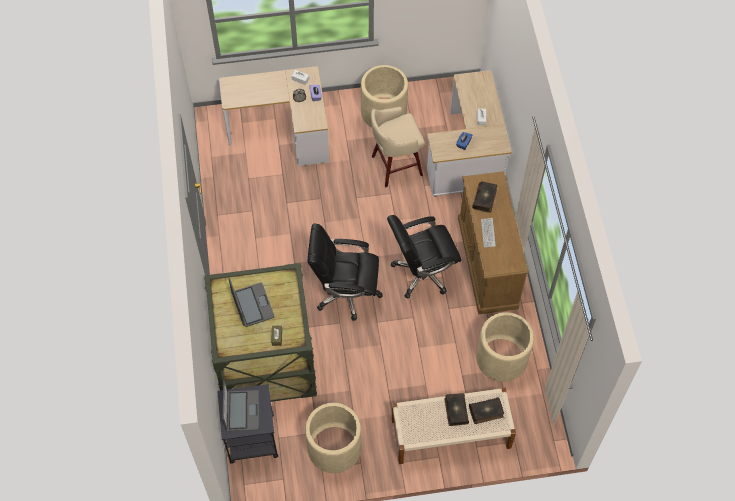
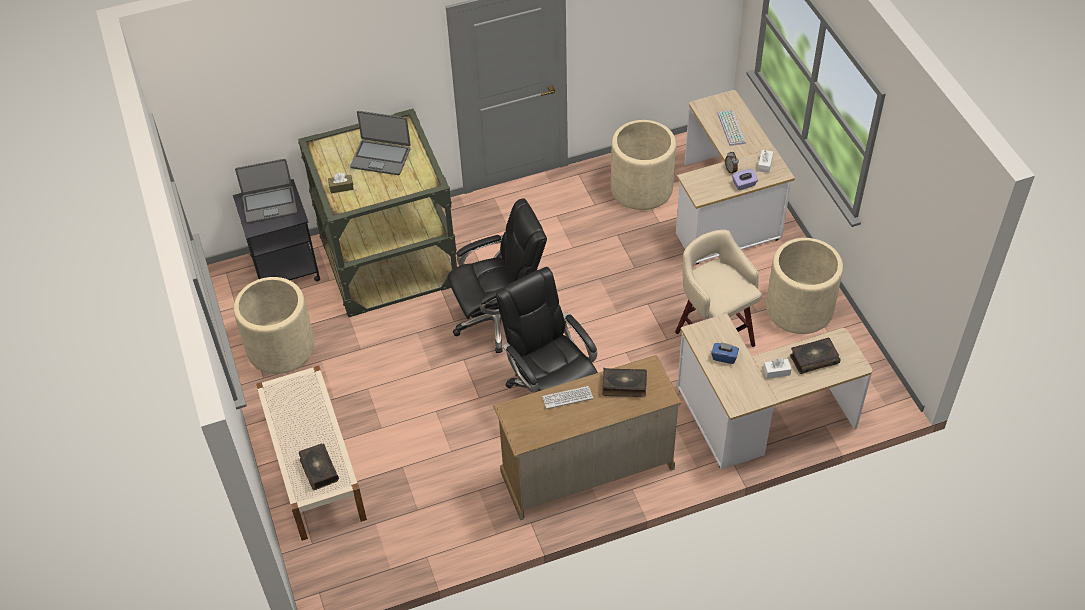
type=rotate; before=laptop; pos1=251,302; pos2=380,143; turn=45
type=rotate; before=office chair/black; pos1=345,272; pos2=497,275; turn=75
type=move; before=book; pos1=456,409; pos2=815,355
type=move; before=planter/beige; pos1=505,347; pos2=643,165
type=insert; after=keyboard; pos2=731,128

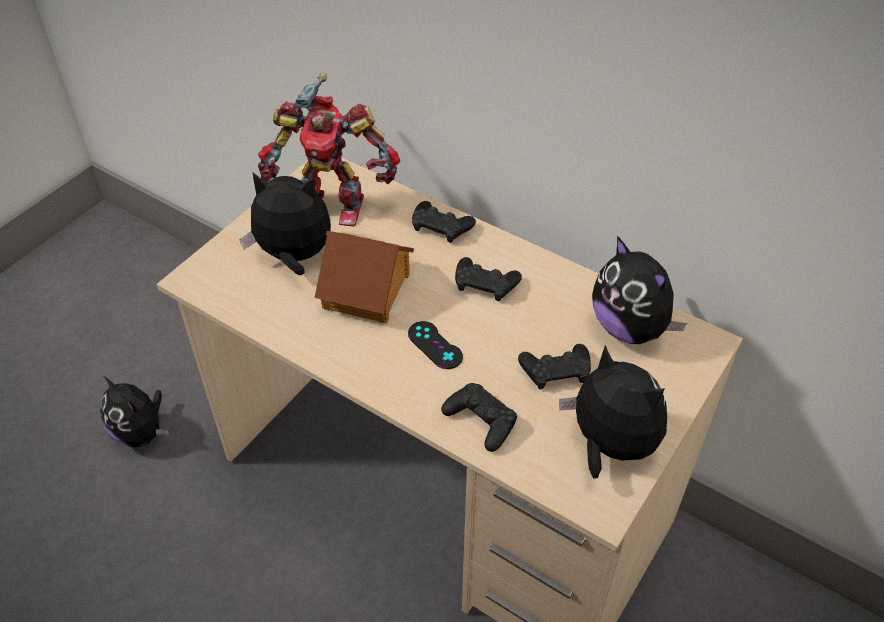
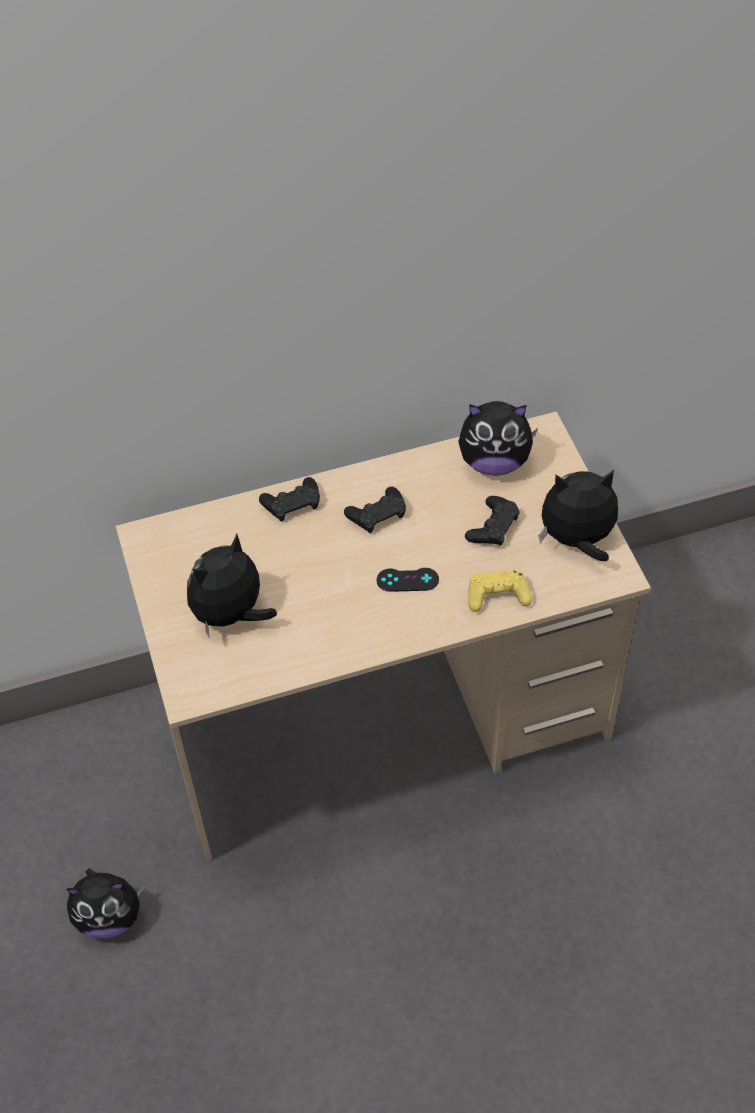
type=delete; before=toy robot; pos1=329,149
type=delete; before=toy house; pos1=364,277
type=recolor; before=game controller/black; after=game controller/yellow; pos1=479,417; pos2=500,591

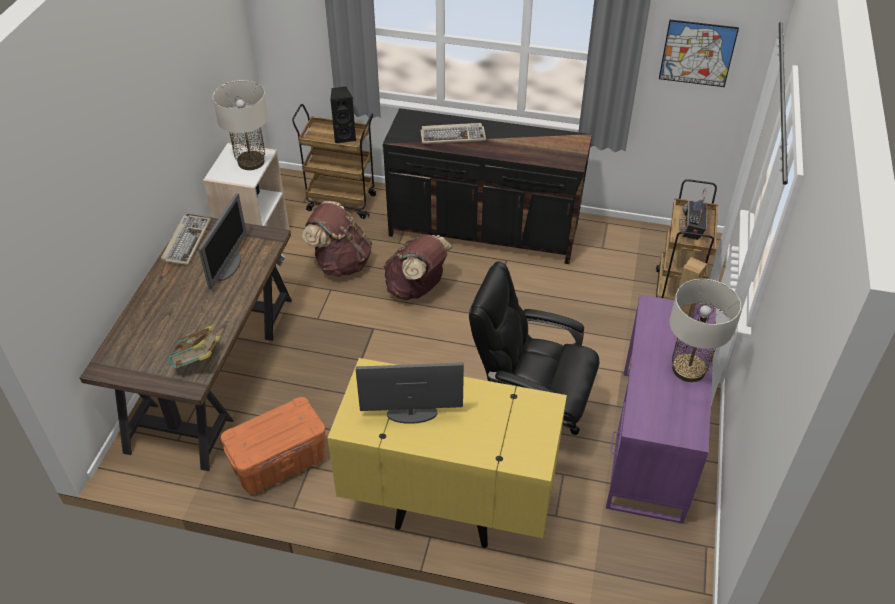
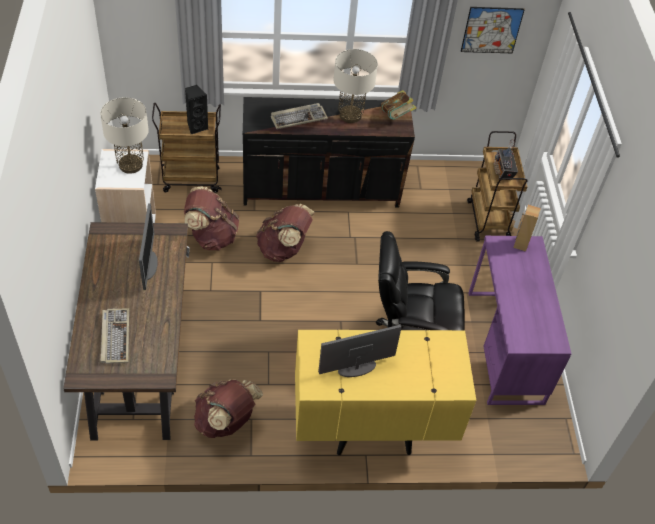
type=move; before=keyboard; pos1=186,240; pos2=114,336
type=move; before=book; pos1=195,346; pos2=399,105
type=replace; before=storage box/orange; after=backpack/brown; pos1=273,445; pos2=228,408
type=move; before=table lamp; pos1=705,330; pos2=355,86

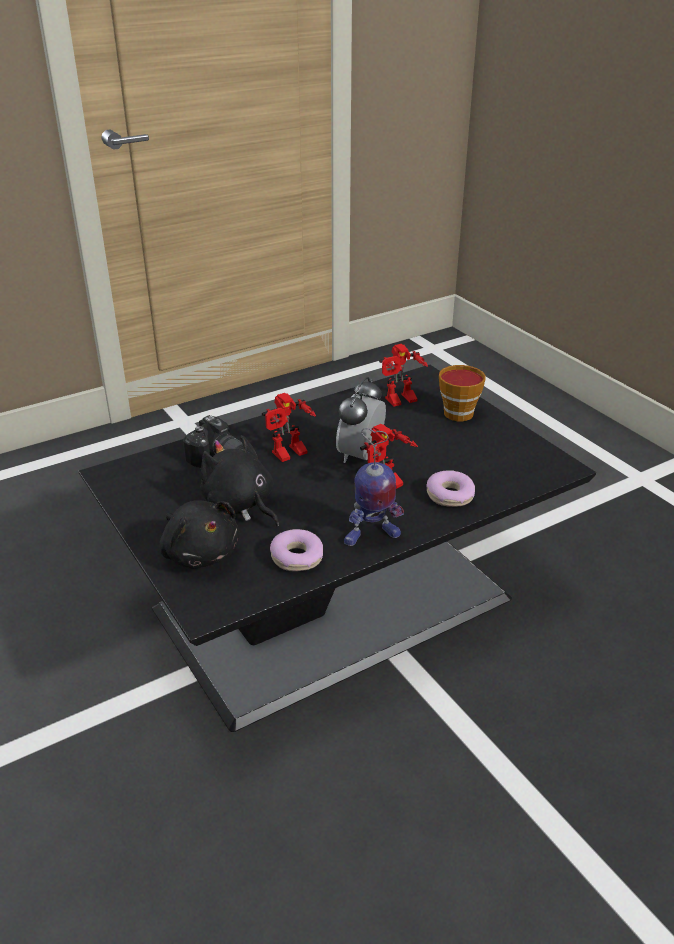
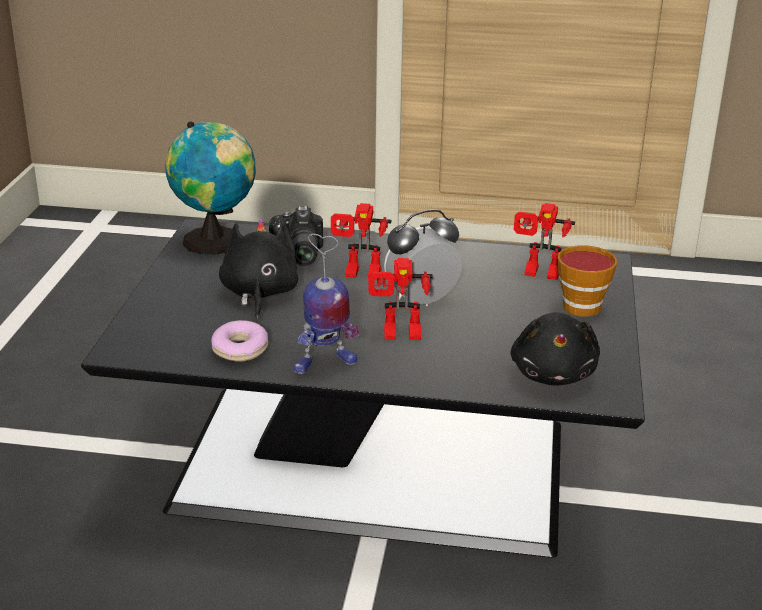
type=move; before=plush toy/black; pos1=199,534; pos2=555,349
type=rotate; before=toy robot; pos1=374,487; pos2=327,304; turn=-45
type=delete; before=donut; pos1=451,488
type=insert; after=globe; pos2=210,188

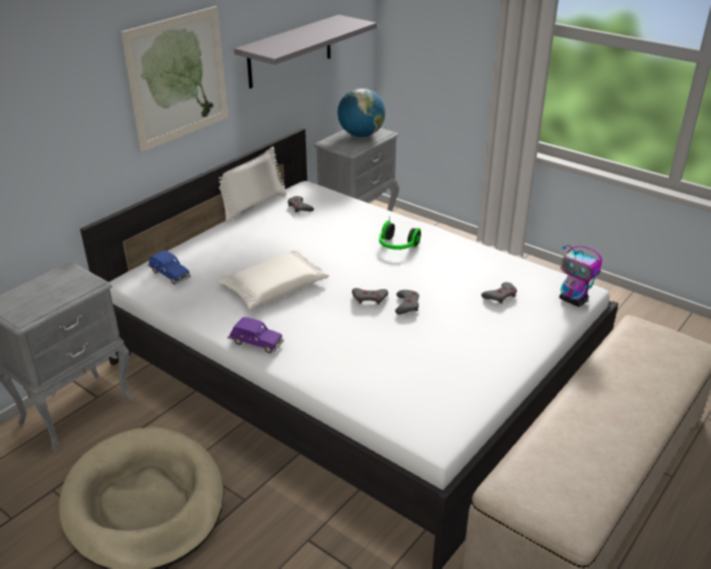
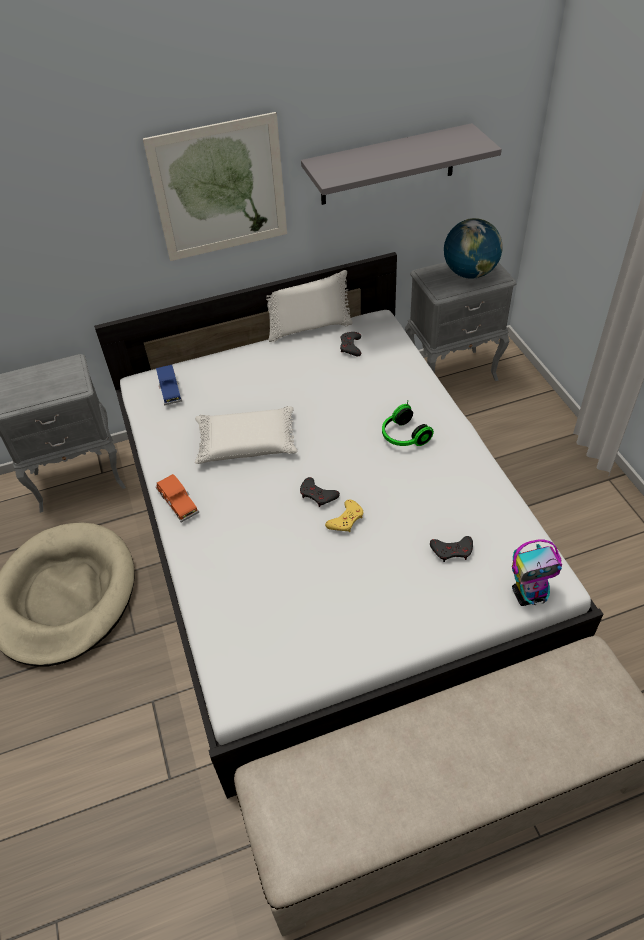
type=recolor; before=toy car/purple; after=toy car/orange; pos1=255,335; pos2=177,498
type=recolor; before=game controller/grey; after=game controller/yellow; pos1=407,302; pos2=344,515
type=rotate; before=toy robot; pos1=580,276; pos2=537,573; turn=-90

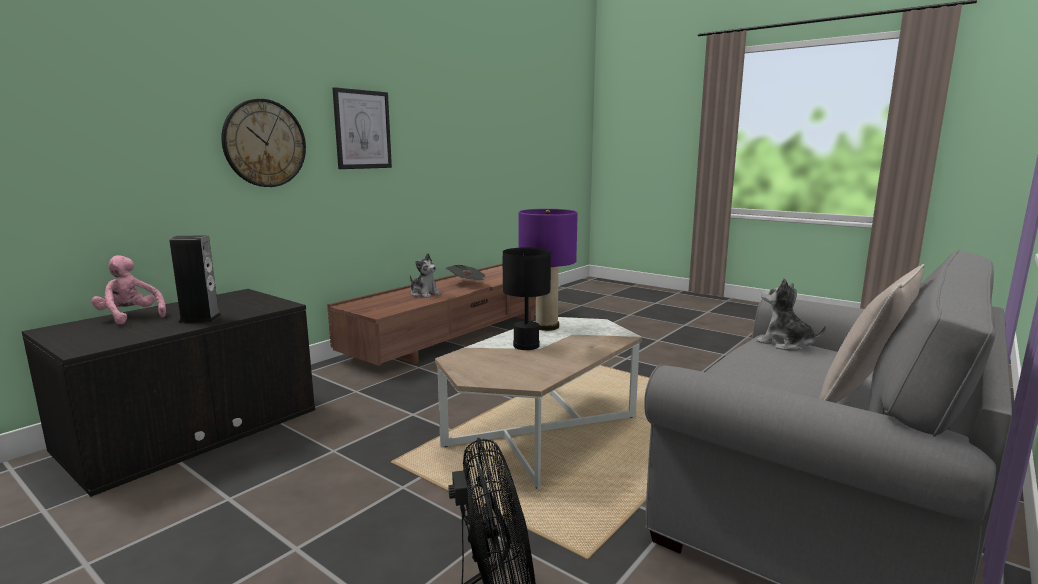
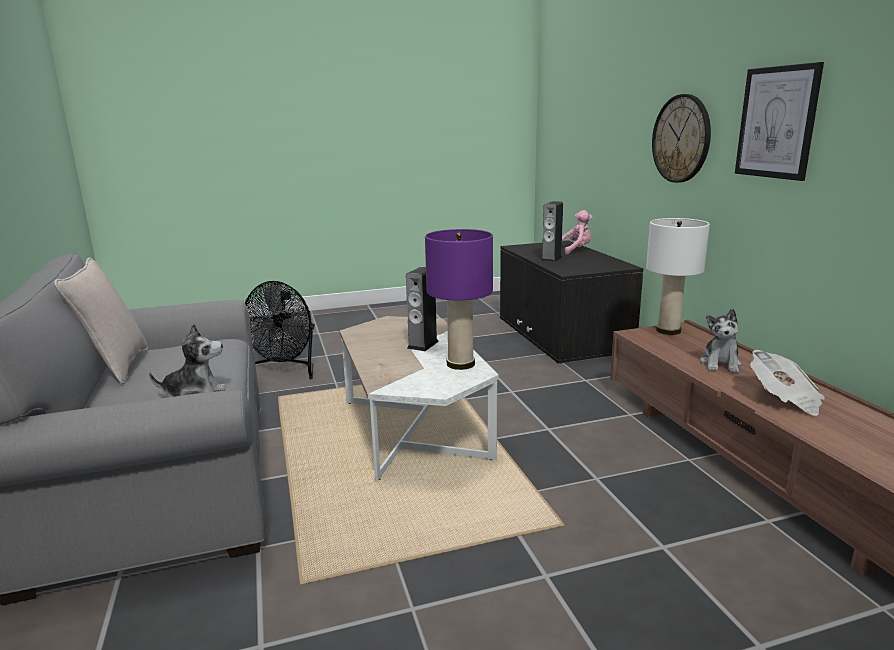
type=rotate; before=plush toy; pos1=425,275; pos2=720,341; turn=-60
type=replace; before=table lamp/black; after=speaker; pos1=527,298; pos2=422,309
type=insert; after=table lamp/white; pos2=678,276

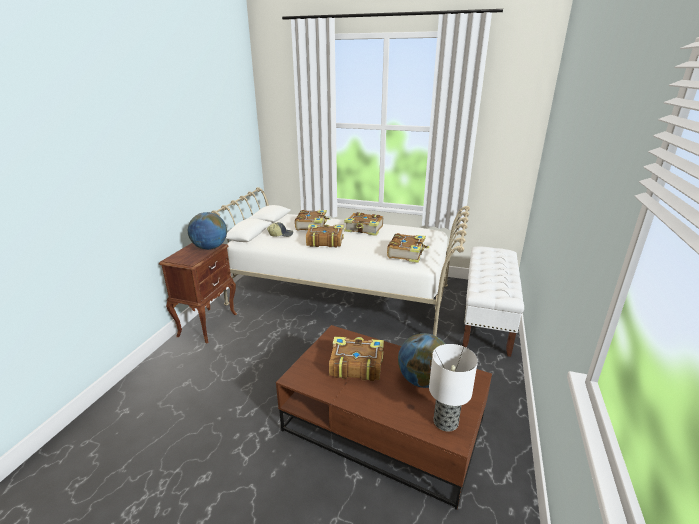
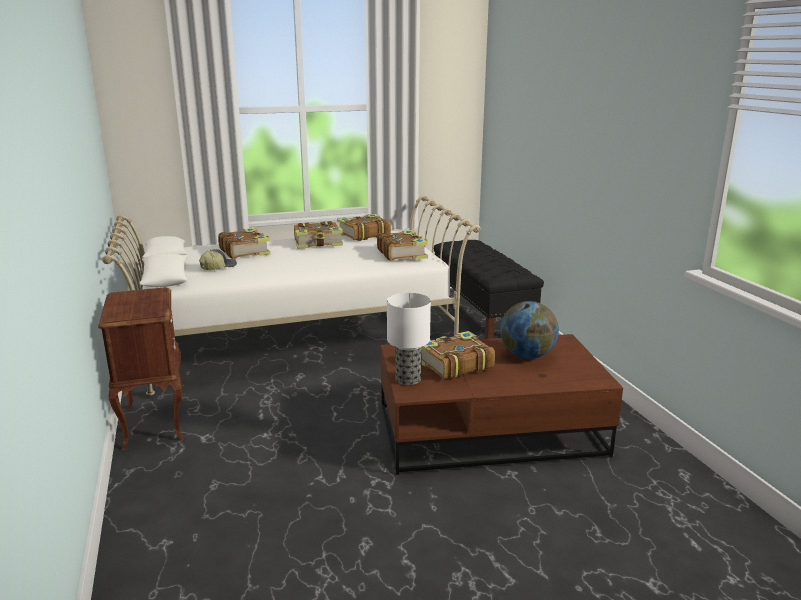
type=delete; before=globe; pos1=207,231
type=move; before=book; pos1=325,235; pos2=364,227
type=move; before=table lamp; pos1=453,388; pos2=409,339
type=recolor; before=bench/white; after=bench/black; pos1=493,301; pos2=489,289

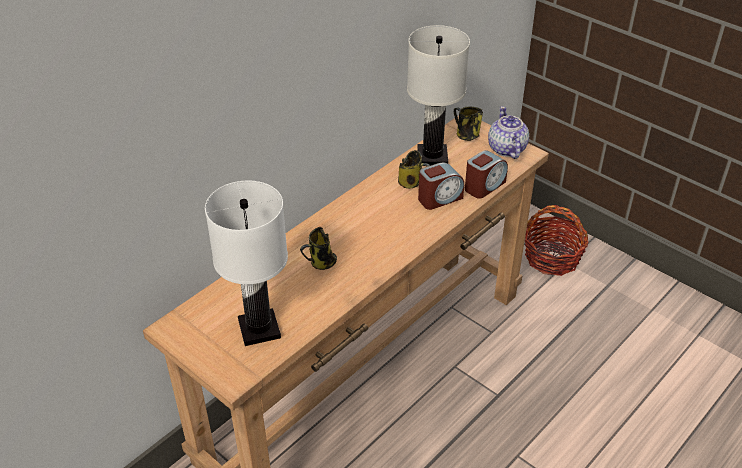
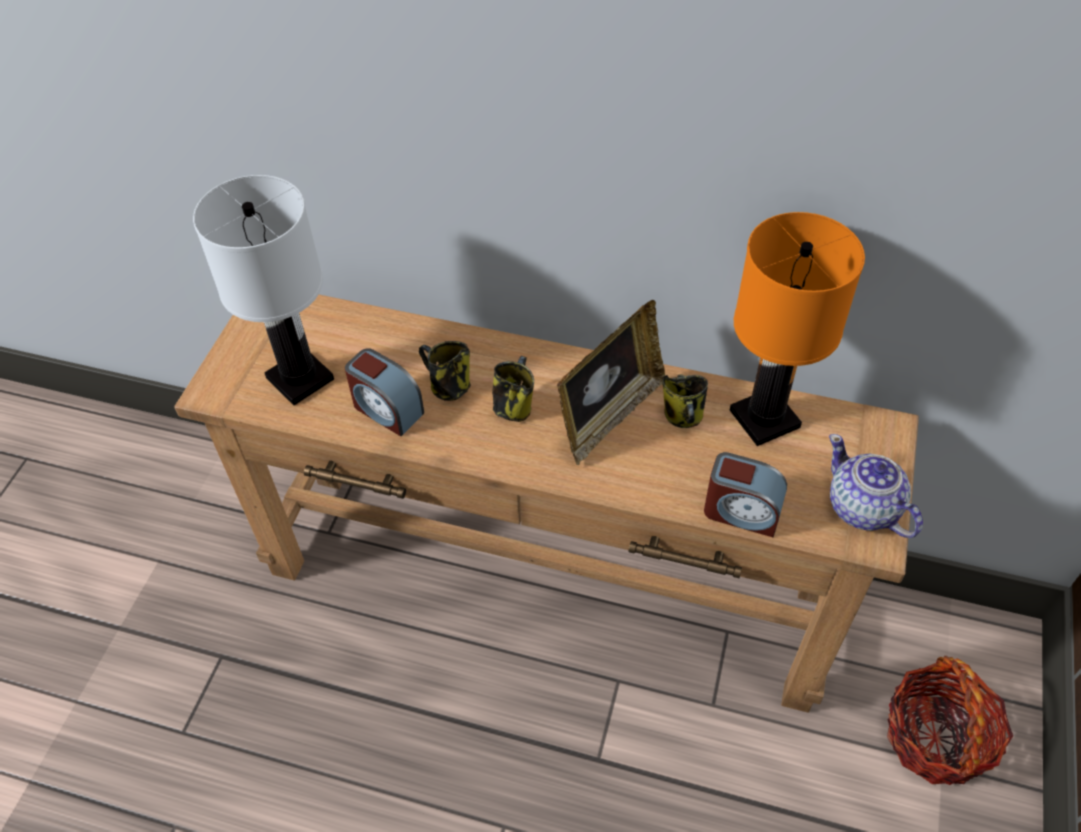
type=recolor; before=table lamp/white; after=table lamp/orange; pos1=438,95; pos2=797,329
type=move; before=alarm clock; pos1=441,186; pos2=384,392
type=move; before=mug; pos1=468,124; pos2=513,389
type=rotate; before=teapot; pos1=508,132; pos2=876,486; turn=-90
type=insert; after=picture frame; pos2=611,382

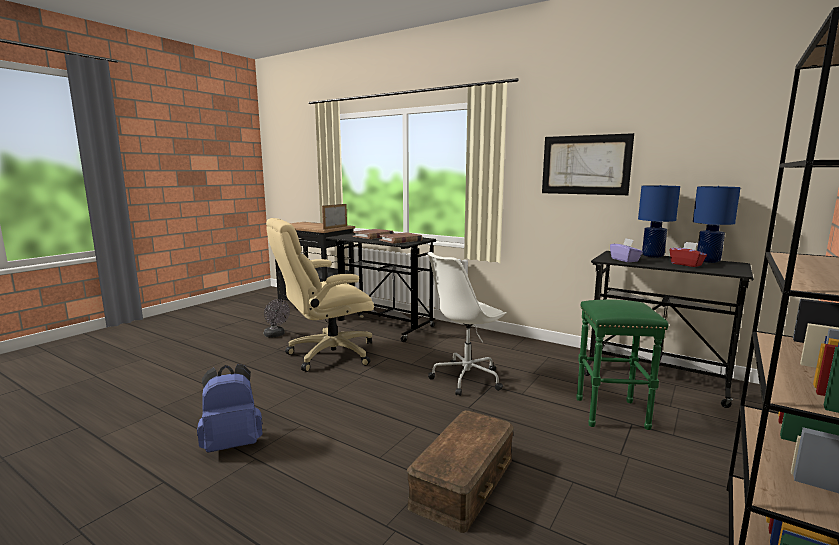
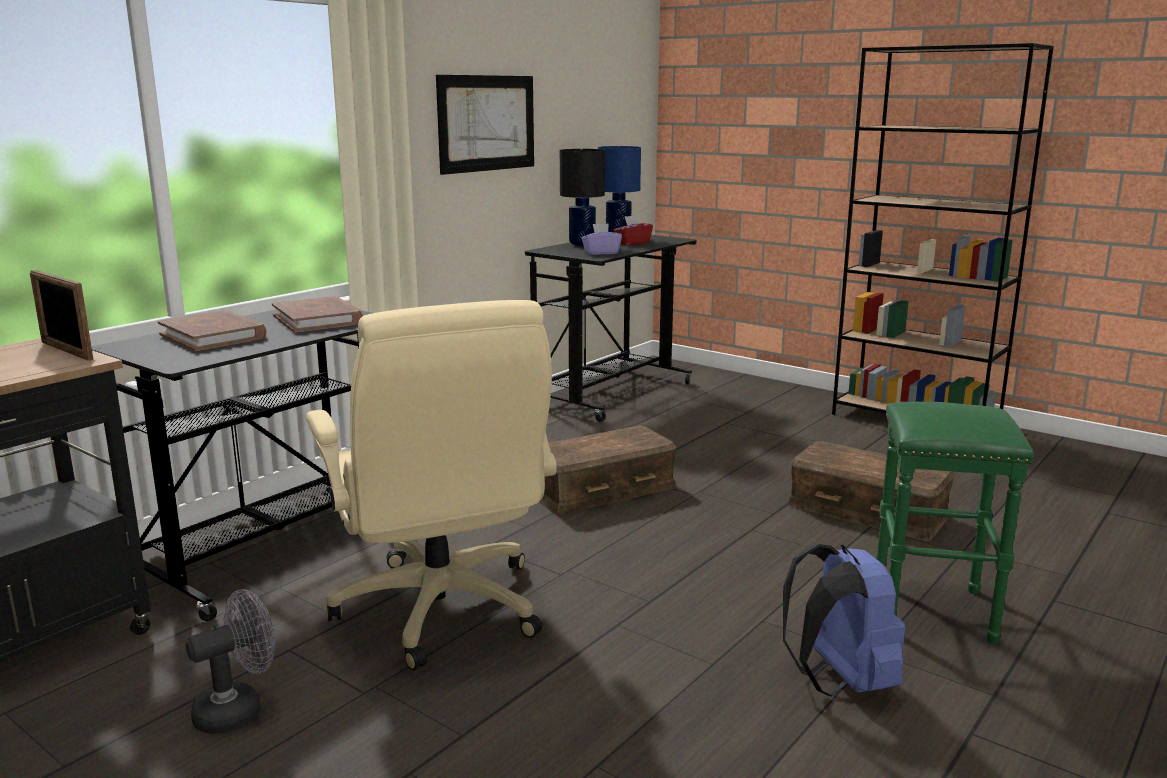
type=replace; before=office chair/white; after=storage box/brown; pos1=466,324; pos2=608,470
type=move; before=stool/green; pos1=622,365; pos2=955,523
type=recolor; before=table lamp/blue; after=table lamp/black; pos1=659,221; pos2=582,197

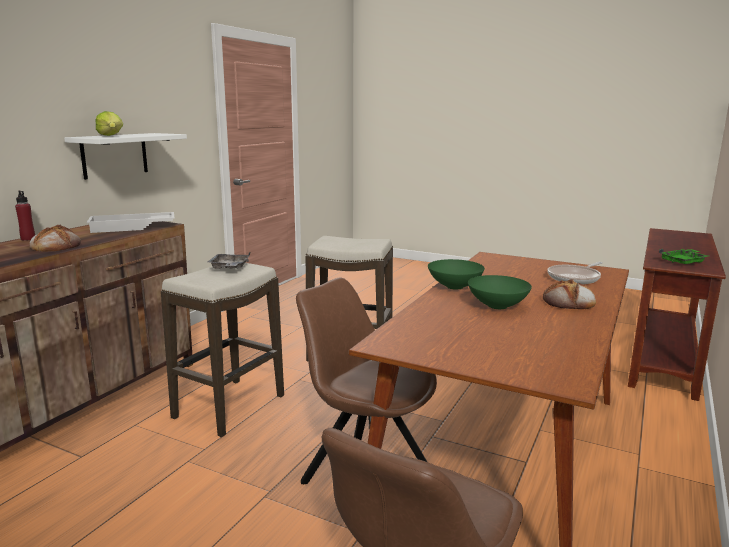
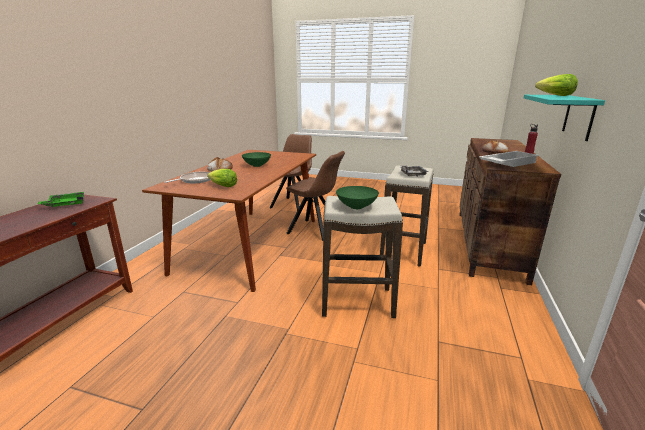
type=recolor; before=shelf/white; after=shelf/turquoise; pos1=125,156; pos2=564,118
type=move; before=bowl/green; pos1=456,274; pos2=357,197
type=insert; after=lettuce; pos2=222,178

